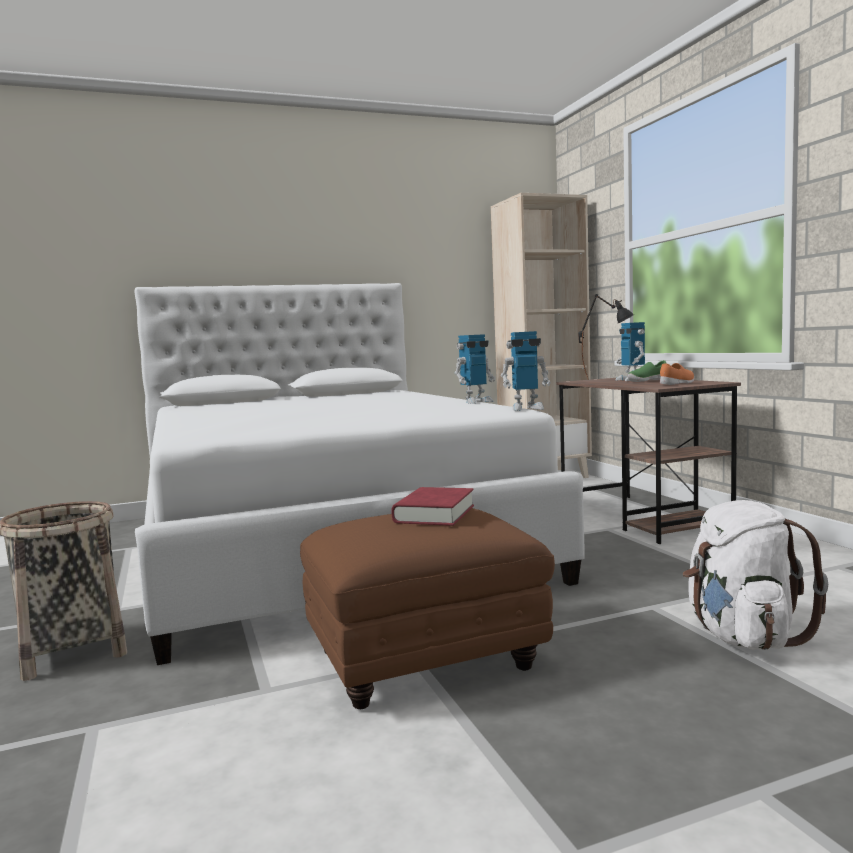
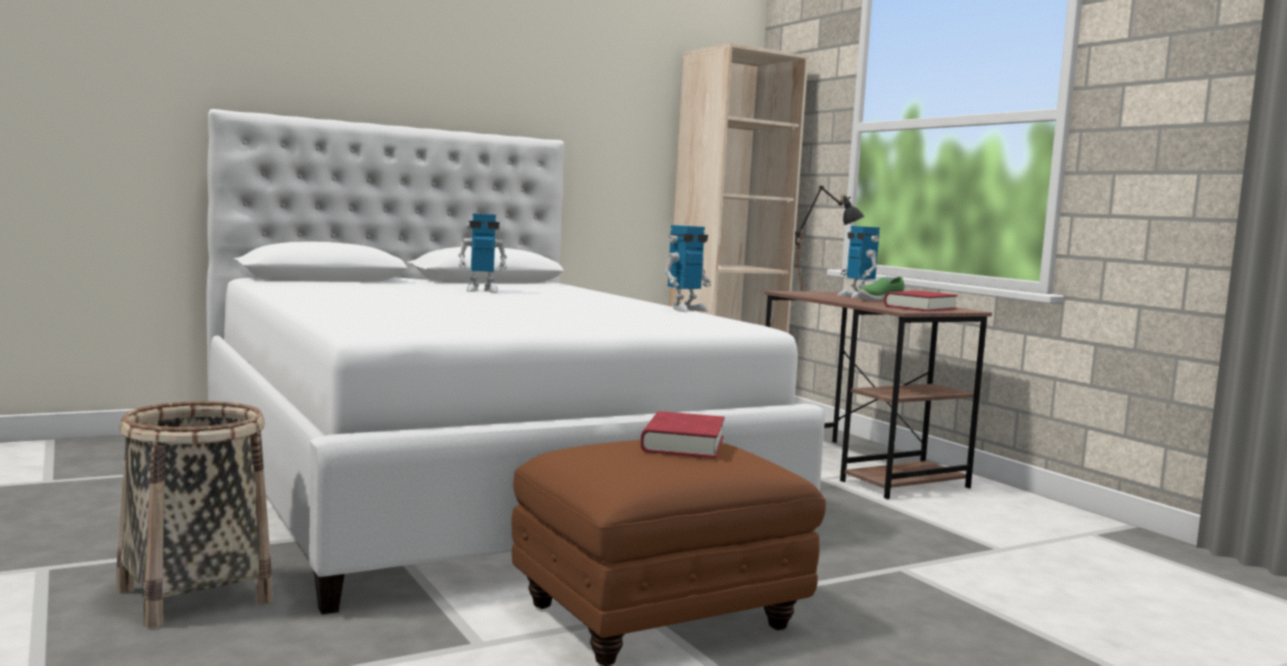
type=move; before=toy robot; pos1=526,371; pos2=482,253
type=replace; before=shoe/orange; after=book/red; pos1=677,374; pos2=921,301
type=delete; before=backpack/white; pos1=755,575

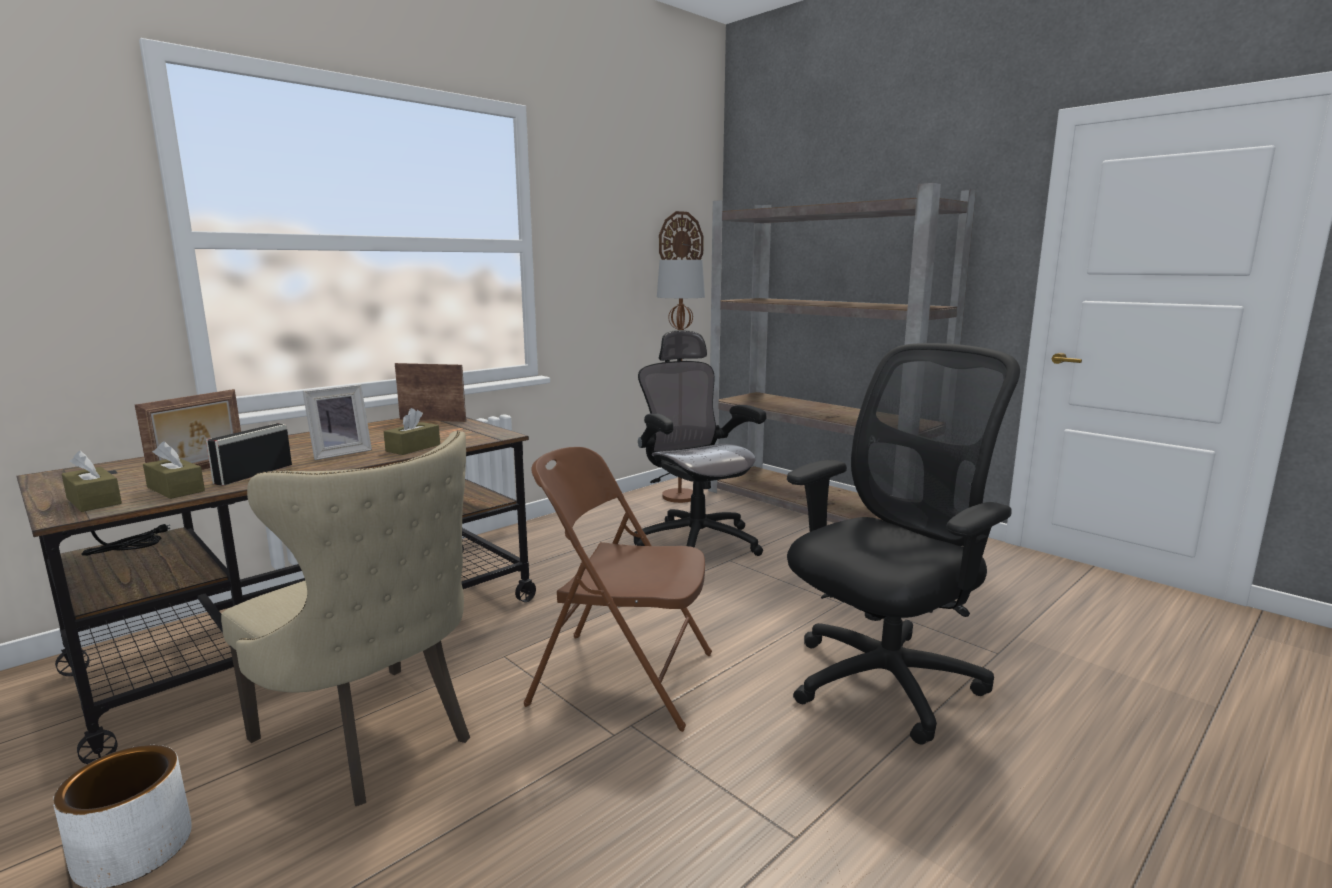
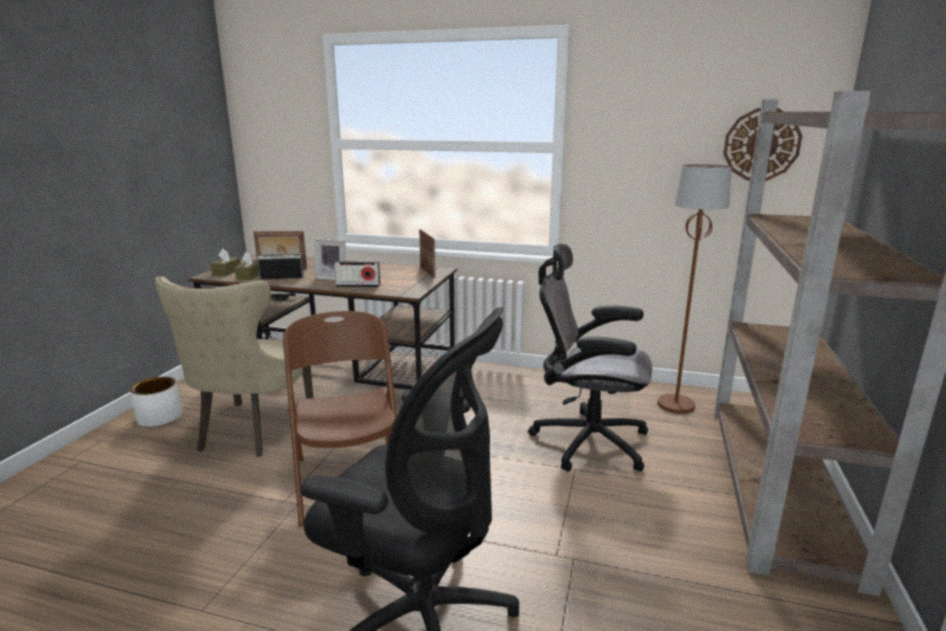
type=replace; before=tissue box/brown; after=radio; pos1=412,431; pos2=357,274
type=rotate; before=office chair; pos1=700,443; pos2=590,358; turn=-105

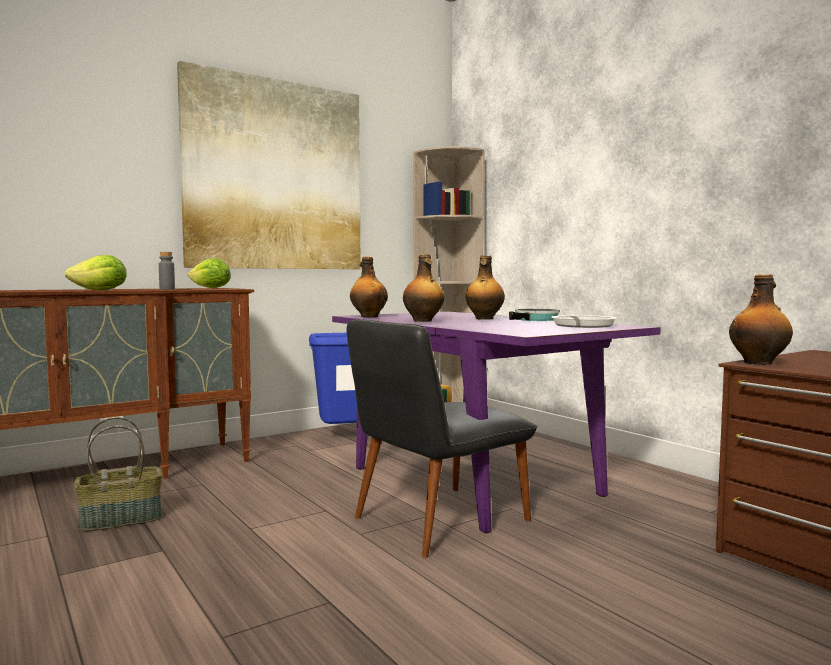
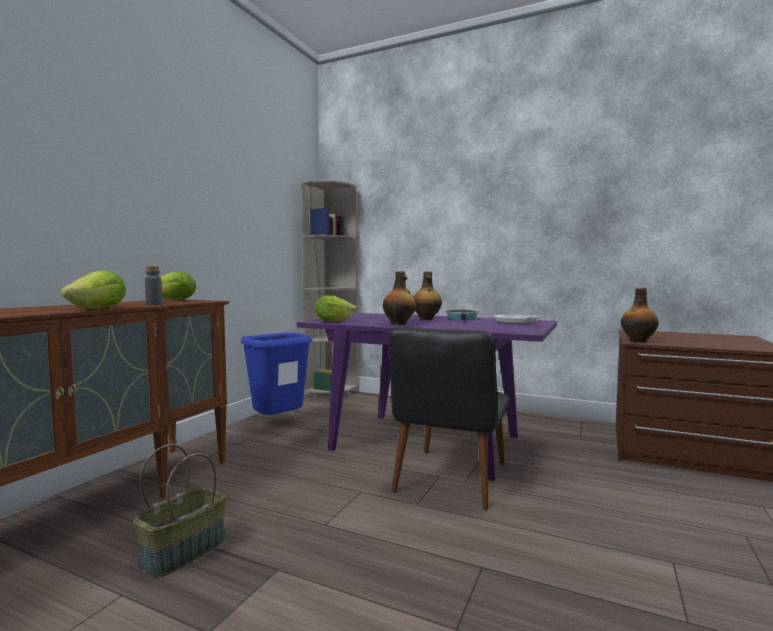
type=delete; before=picture; pos1=269,165
type=replace; before=bottle; after=lettuce; pos1=369,287; pos2=336,308

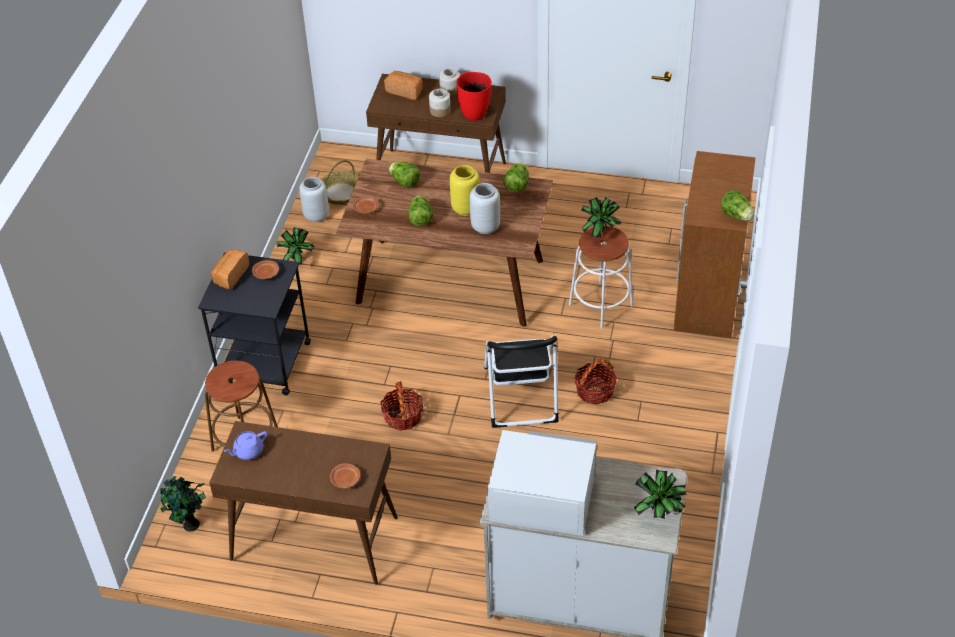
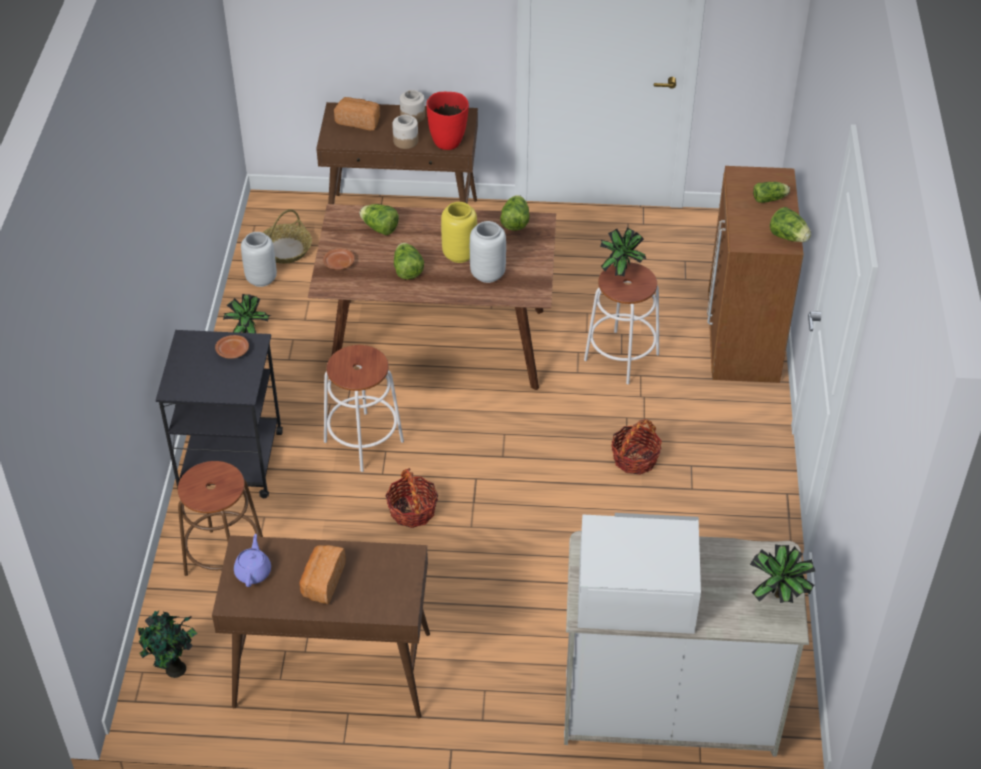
type=move; before=bread; pos1=230,269; pos2=322,574
type=rotate; before=teapot/purple; pos1=246,445; pos2=252,560; turn=135
type=delete; before=plate/brown; pos1=345,475
type=delete; before=step ladder; pos1=521,381
type=insert; after=stool/white; pos2=364,408
type=insert; after=lettuce; pos2=771,192

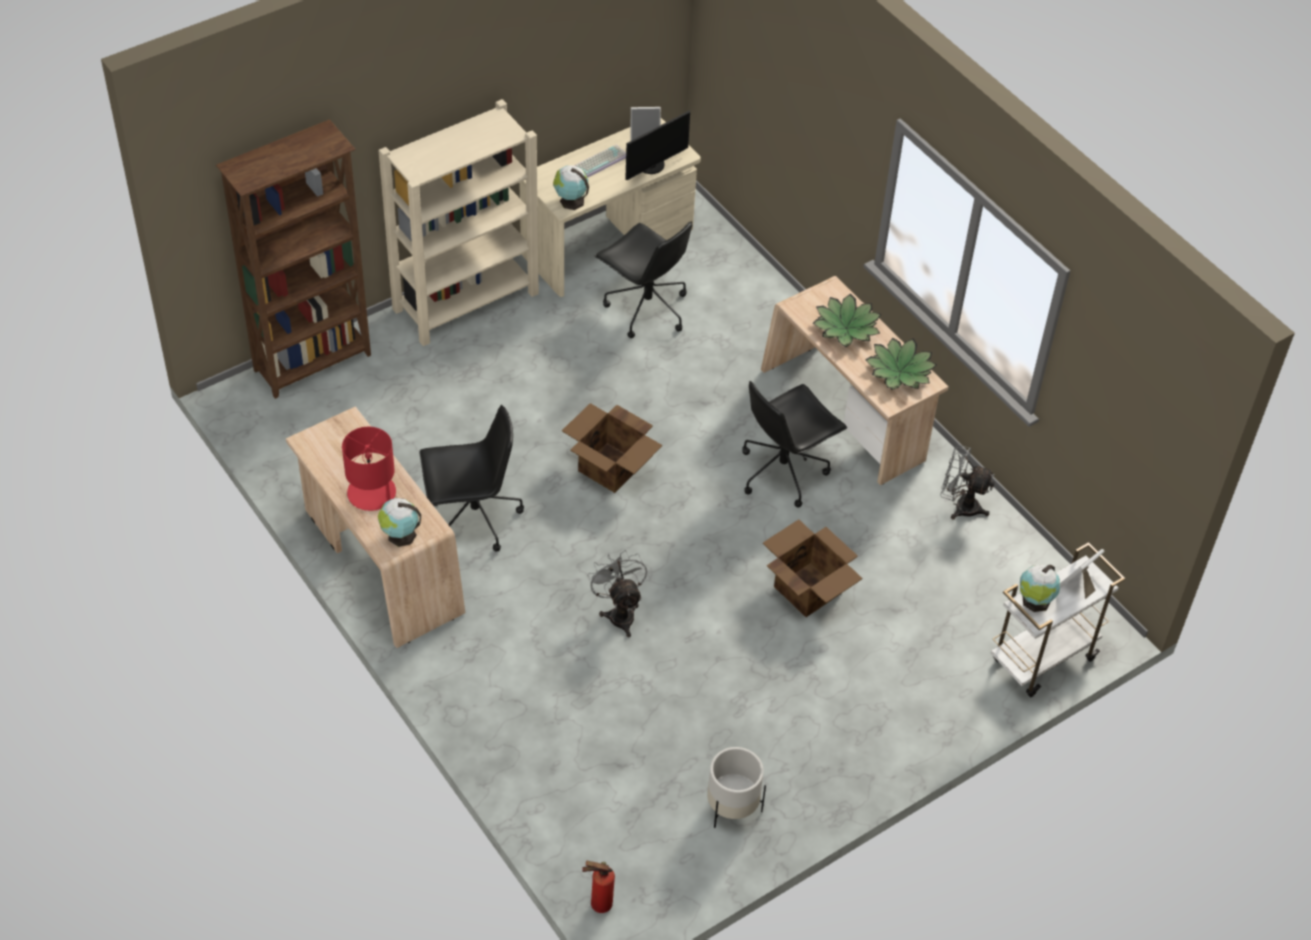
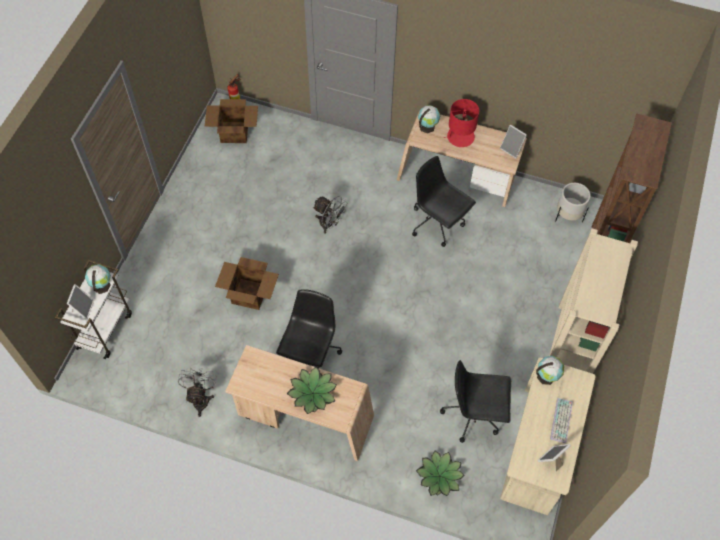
type=rotate; before=office chair/black; pos1=471,478; pos2=444,201; turn=90
type=move; before=cardboard box; pos1=612,448; pos2=231,121
type=delete; before=monitor; pos1=657,145
type=move; before=planter/white; pos1=736,787; pos2=573,202
type=move; before=potted plant; pos1=901,364; pos2=440,473
type=rotate; before=fan/grey; pos1=967,482; pos2=197,392; turn=-75
type=insert; after=picture frame; pos2=513,141

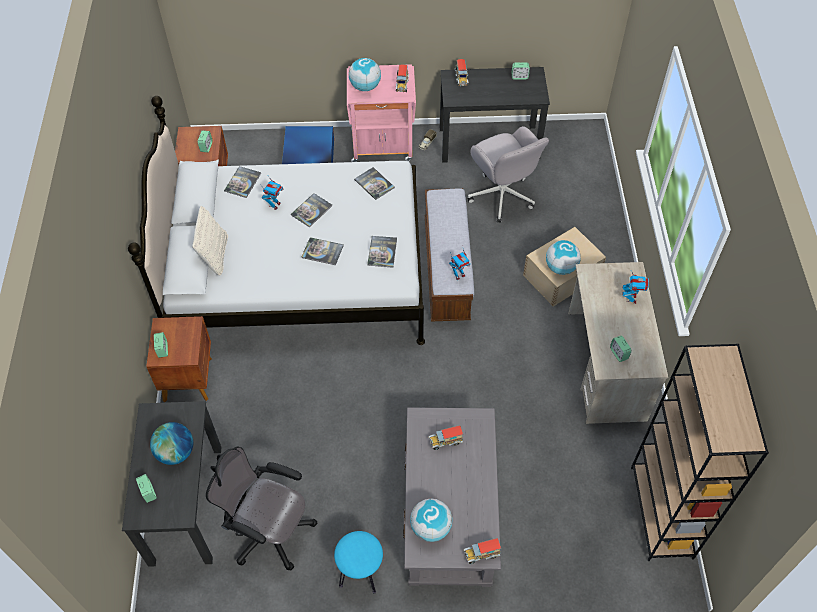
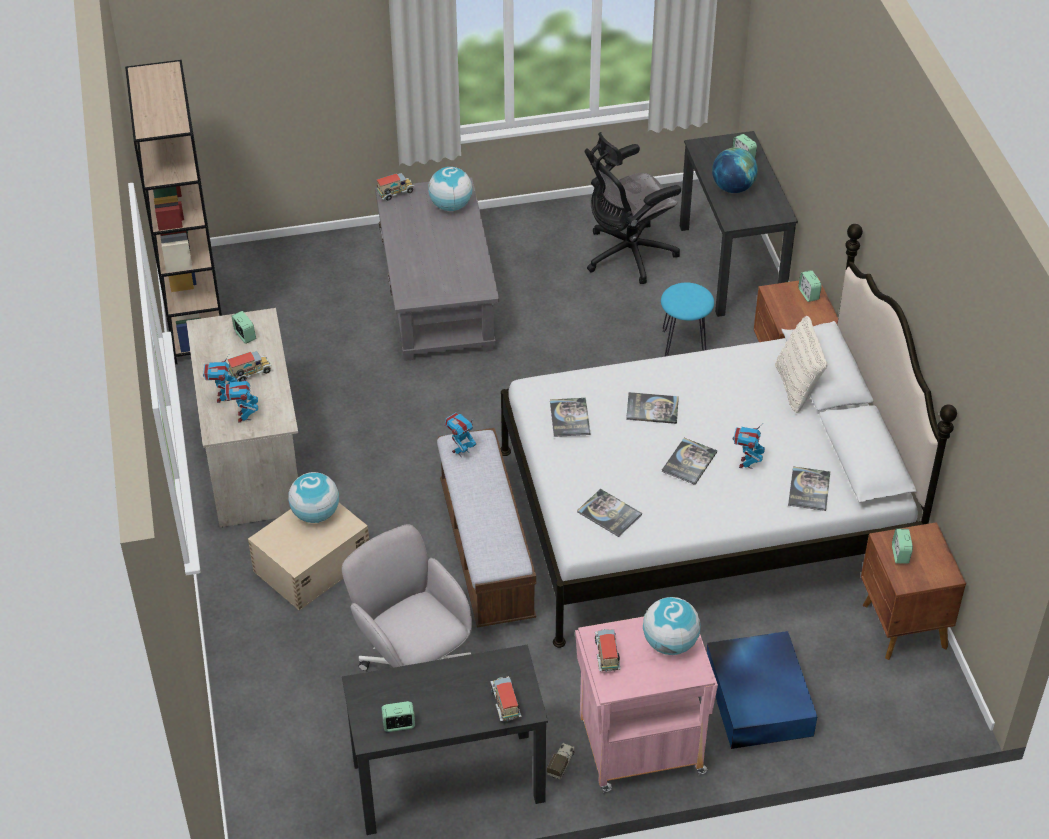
type=rotate; before=office chair; pos1=261,509; pos2=633,208; turn=135
type=move; before=stool/turquoise; pos1=358,562; pos2=687,319
type=move; before=toy truck; pos1=446,437; pos2=249,366
type=insert; after=toy robot; pos2=241,398

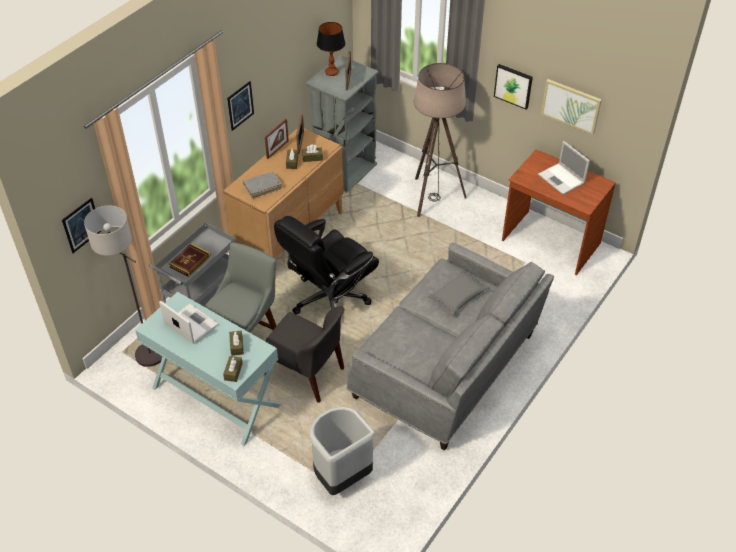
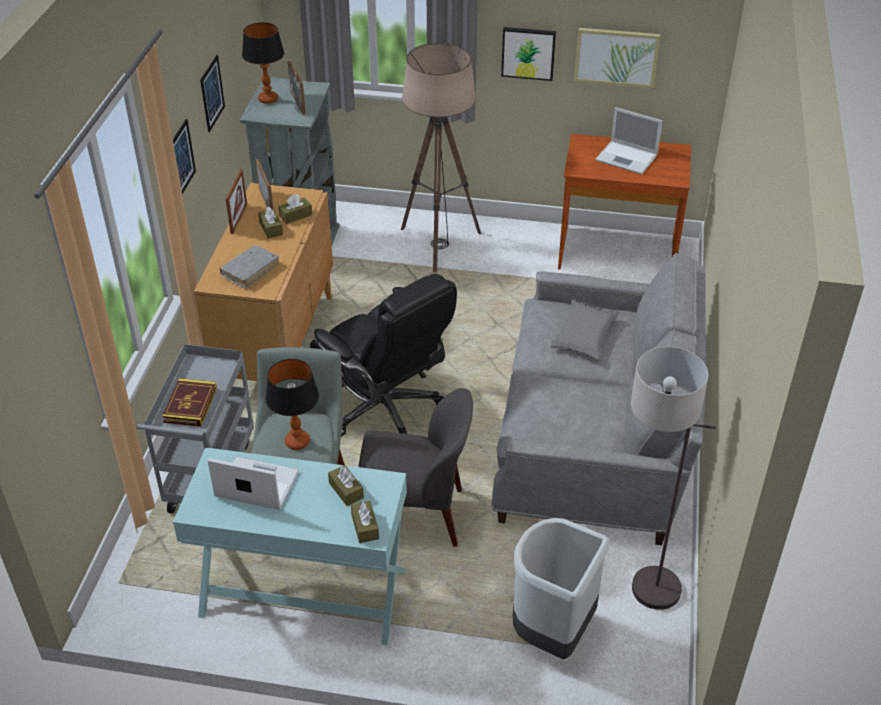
type=move; before=picture; pos1=81,225; pos2=212,93
type=move; before=floor lamp/grey; pos1=123,286; pos2=673,478
type=rotate; before=office chair/black; pos1=326,265; pos2=383,355; turn=-60
type=insert; after=table lamp; pos2=292,404

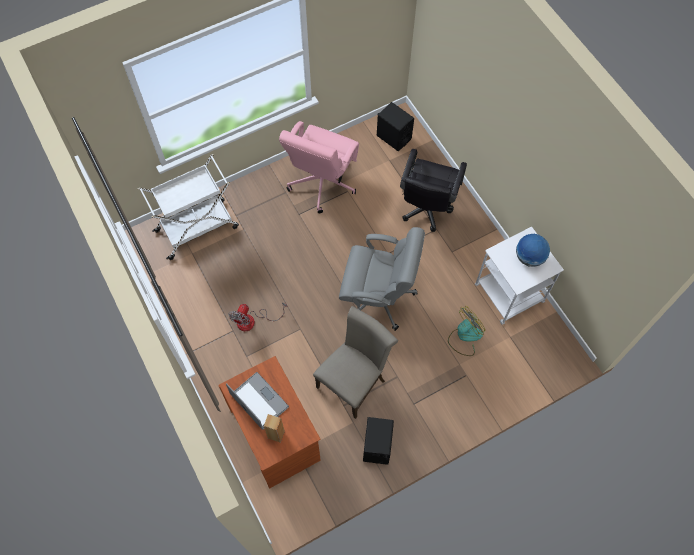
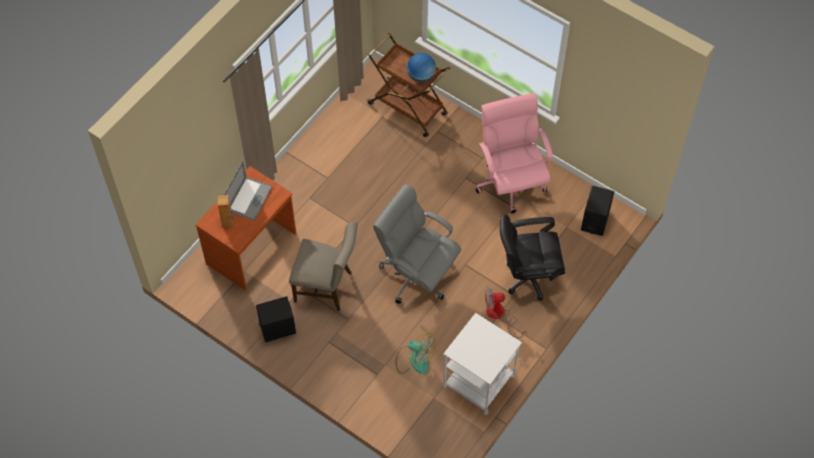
type=recolor; before=cart/white; after=cart/brown; pos1=188,207; pos2=408,85
type=move; before=fan; pos1=257,317; pos2=506,312
type=rotate; before=office chair/pink; pos1=319,167; pos2=514,153; turn=75
type=rotate; before=office chair/grey; pos1=382,279; pos2=417,244; turn=135
type=move; before=globe; pos1=533,250; pos2=421,67

